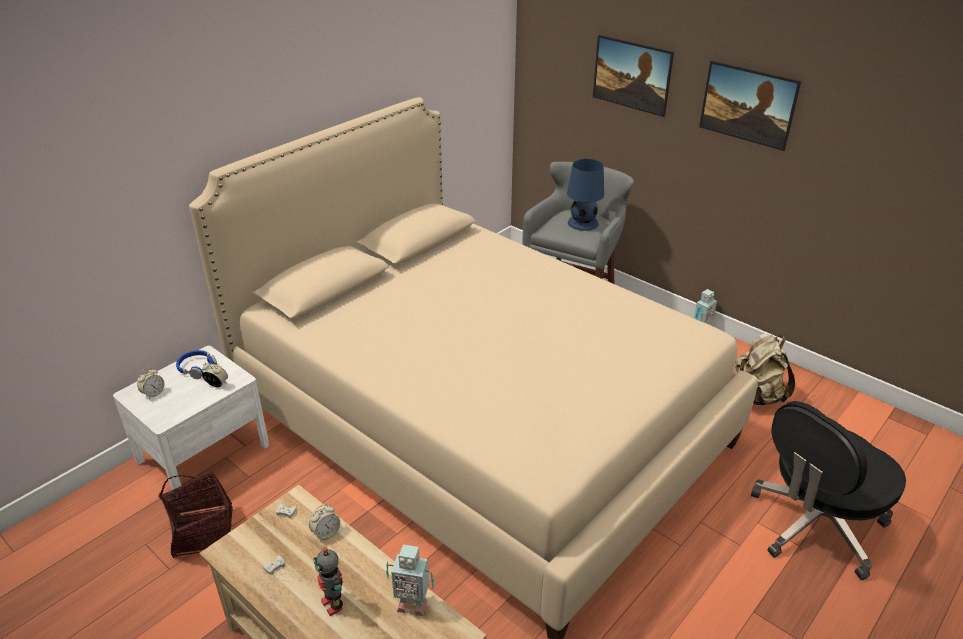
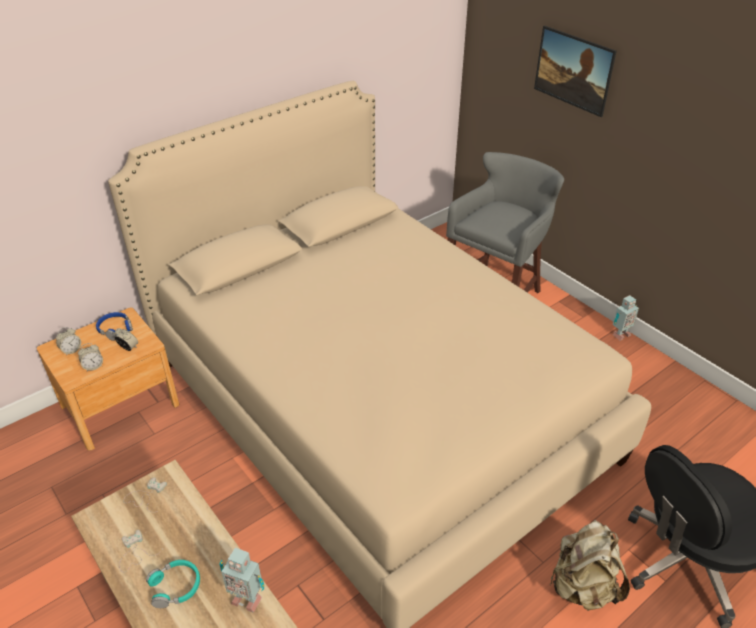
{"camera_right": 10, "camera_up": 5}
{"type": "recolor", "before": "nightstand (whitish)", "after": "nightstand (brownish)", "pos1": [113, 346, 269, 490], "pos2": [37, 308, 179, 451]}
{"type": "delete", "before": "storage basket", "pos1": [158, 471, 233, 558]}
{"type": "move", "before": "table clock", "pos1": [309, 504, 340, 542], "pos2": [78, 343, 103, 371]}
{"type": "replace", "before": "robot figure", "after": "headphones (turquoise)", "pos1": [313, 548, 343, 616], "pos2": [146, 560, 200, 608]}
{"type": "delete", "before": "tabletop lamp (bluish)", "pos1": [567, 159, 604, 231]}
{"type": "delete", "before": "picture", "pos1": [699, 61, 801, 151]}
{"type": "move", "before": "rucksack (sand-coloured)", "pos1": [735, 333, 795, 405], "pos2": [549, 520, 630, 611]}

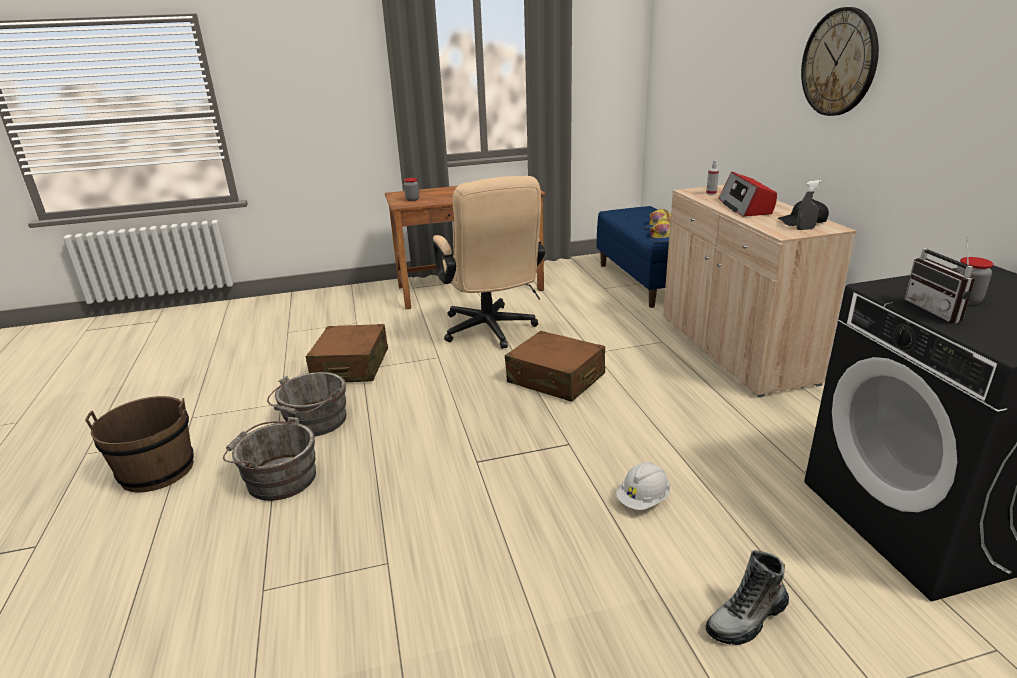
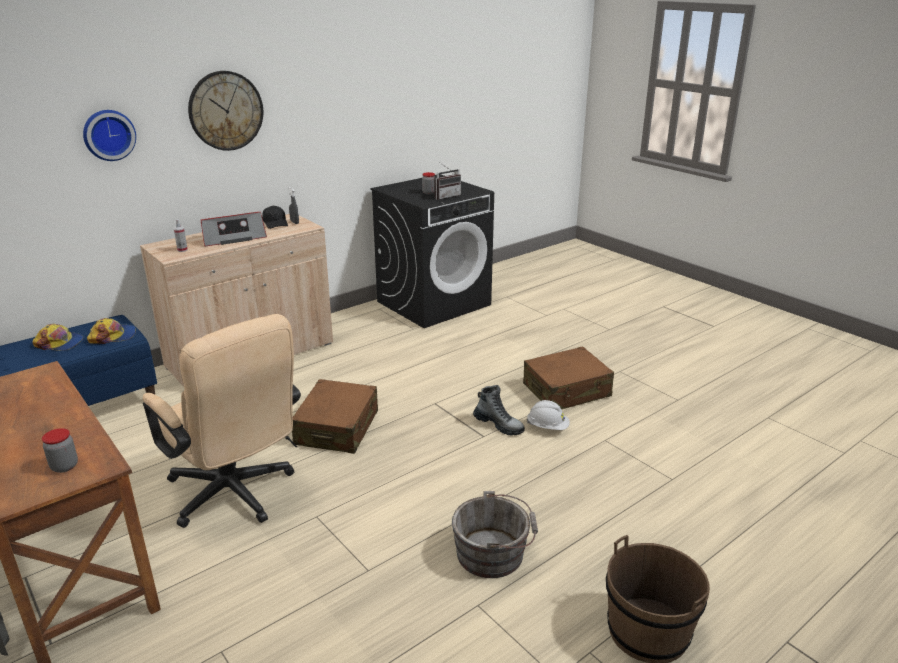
{"camera_right": -115, "camera_up": 0}
{"type": "delete", "before": "bucket (greyish)", "pos1": [223, 417, 316, 501]}
{"type": "move", "before": "piece of luggage (brownish)", "pos1": [306, 324, 388, 382], "pos2": [523, 346, 614, 409]}
{"type": "rotate", "before": "desk chair (sand-coloured)", "pos1": [433, 176, 545, 349], "pos2": [143, 314, 301, 528], "turn": 90}
{"type": "move", "before": "work helmet (whitish)", "pos1": [616, 462, 670, 510], "pos2": [526, 400, 570, 430]}
{"type": "move", "before": "tall boot", "pos1": [705, 550, 789, 645], "pos2": [473, 385, 525, 435]}
{"type": "insert", "after": "hanging clock", "pos2": [83, 110, 136, 161]}

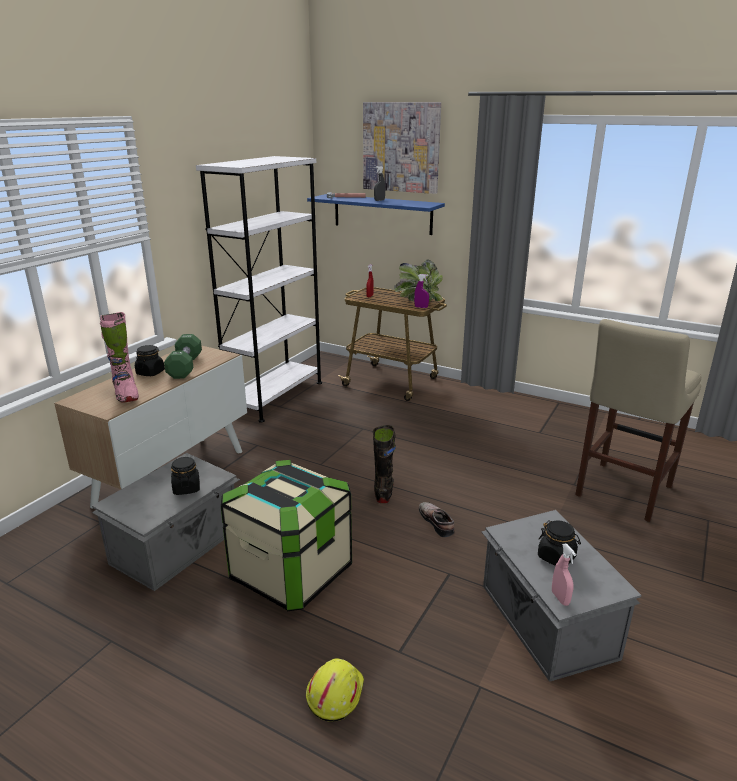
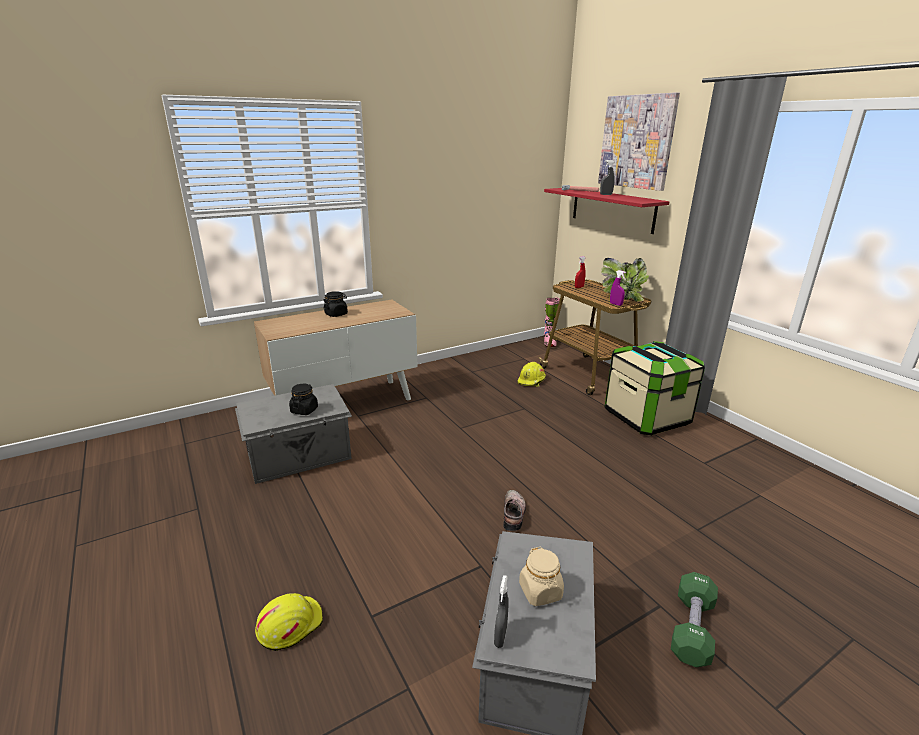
{"camera_right": 30, "camera_up": 0}
{"type": "move", "before": "tall boot (pinkish)", "pos1": [100, 312, 139, 403], "pos2": [544, 298, 560, 347]}
{"type": "move", "before": "dumbbell (green)", "pos1": [164, 334, 202, 379], "pos2": [671, 572, 718, 667]}
{"type": "delete", "before": "bookshelf (whitish)", "pos1": [196, 156, 322, 422]}
{"type": "move", "before": "storage container", "pos1": [221, 460, 352, 611], "pos2": [605, 341, 705, 436]}
{"type": "recolor", "before": "bracket shelf (bluish)", "after": "bracket shelf (red)", "pos1": [307, 194, 445, 235], "pos2": [544, 188, 669, 234]}
{"type": "delete", "before": "tall boot (black-coloured)", "pos1": [373, 425, 396, 503]}
{"type": "recolor", "before": "preserve jar (black-coloured)", "after": "preserve jar (sand-coloured)", "pos1": [538, 520, 581, 566], "pos2": [519, 547, 564, 606]}
{"type": "recolor", "before": "spray bottle (pinkish)", "after": "spray bottle (greyish)", "pos1": [552, 544, 576, 606], "pos2": [494, 575, 509, 648]}
{"type": "delete", "before": "stool (sand-coloured)", "pos1": [575, 319, 701, 522]}
{"type": "insert", "after": "work helmet (yellow-coloured)", "pos2": [517, 362, 546, 387]}

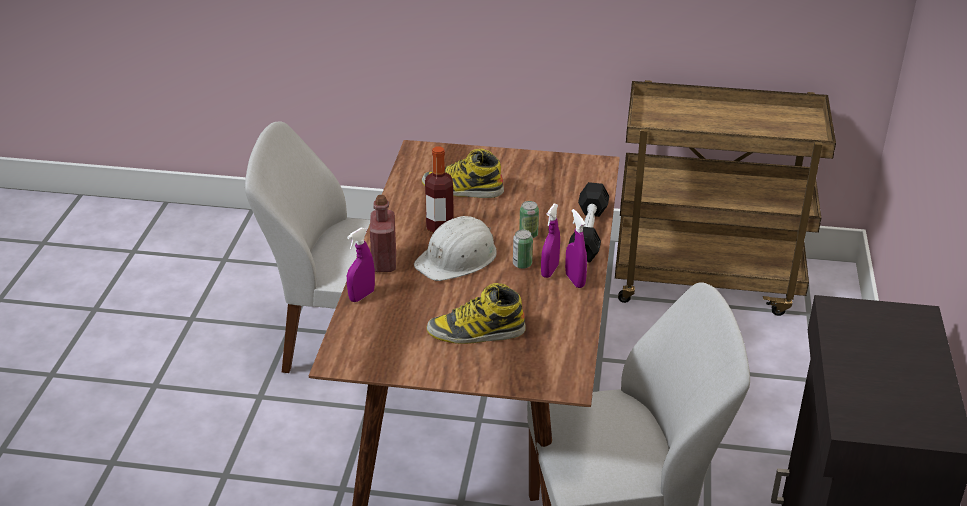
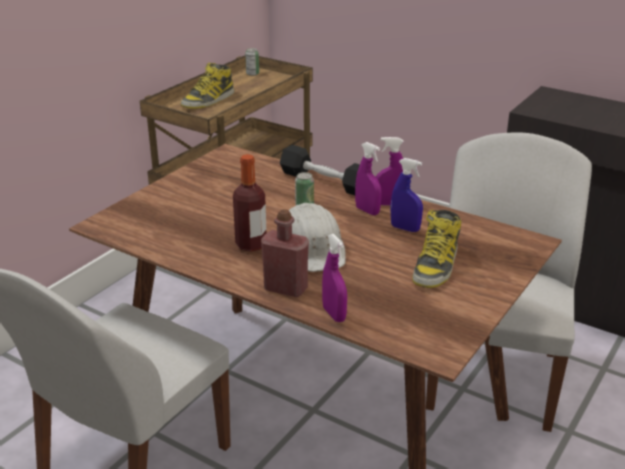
{"camera_right": -65, "camera_up": -5}
{"type": "move", "before": "tall boot", "pos1": [422, 149, 504, 198], "pos2": [181, 63, 234, 109]}
{"type": "move", "before": "can", "pos1": [513, 230, 533, 269], "pos2": [245, 48, 259, 76]}
{"type": "insert", "after": "spray bottle (bluish)", "pos2": [391, 158, 423, 232]}

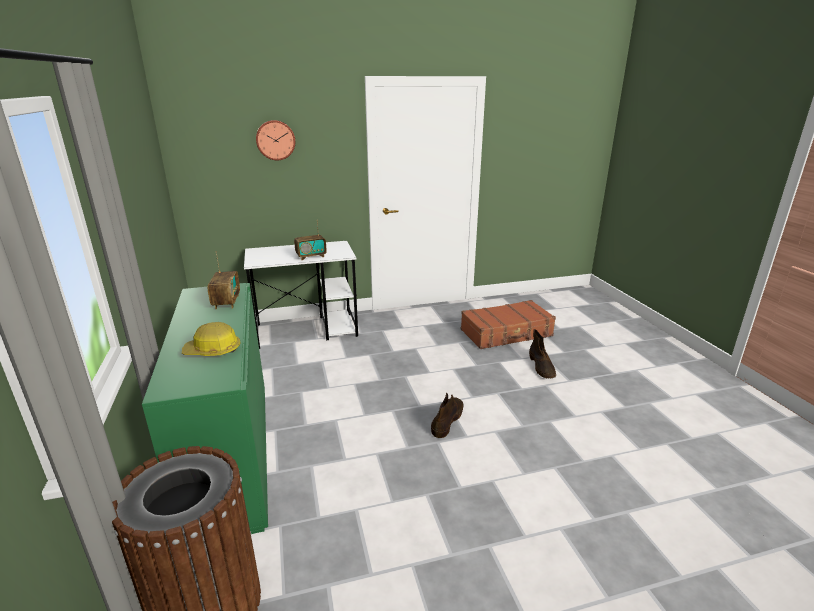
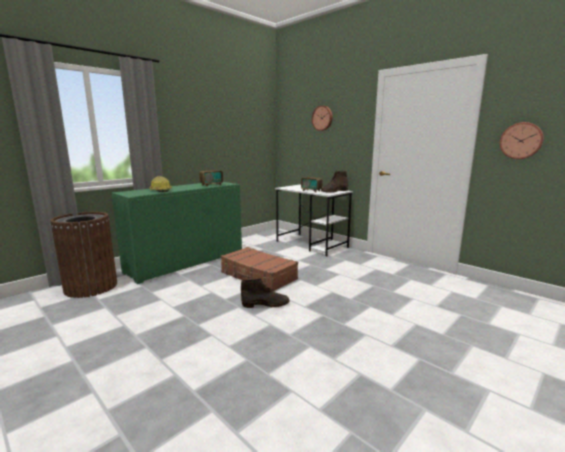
{"camera_right": 60, "camera_up": -10}
{"type": "move", "before": "piece of luggage (brownish)", "pos1": [461, 300, 556, 349], "pos2": [221, 247, 298, 291]}
{"type": "move", "before": "tall boot (brownish)", "pos1": [529, 329, 556, 379], "pos2": [321, 171, 348, 193]}
{"type": "insert", "after": "hanging clock", "pos2": [500, 122, 544, 159]}

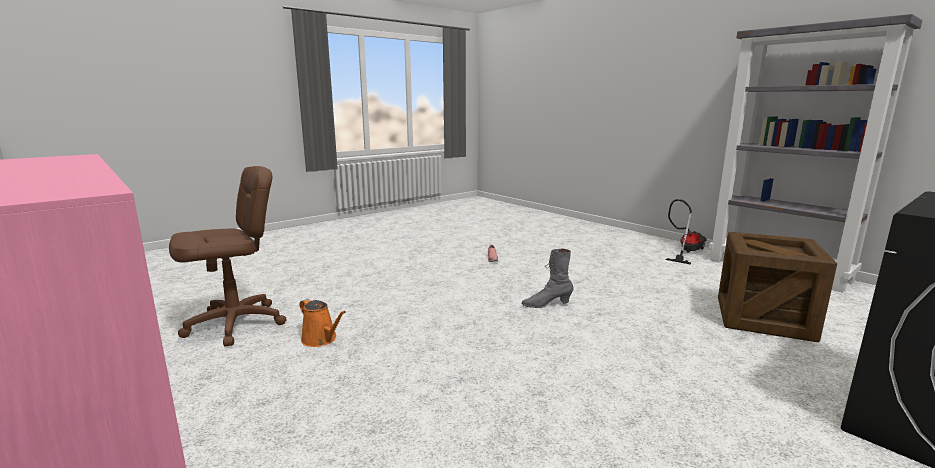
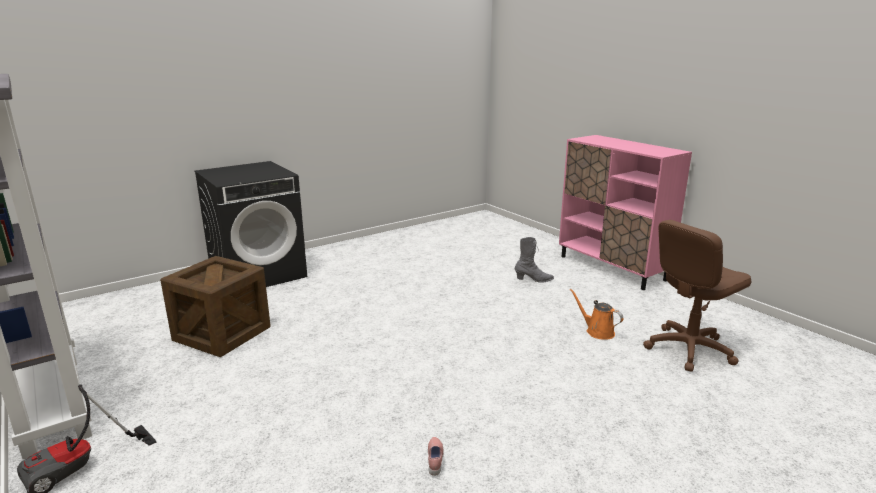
{"camera_right": -175, "camera_up": 5}
{"type": "move", "before": "tall boot (greyish)", "pos1": [521, 249, 574, 308], "pos2": [515, 237, 554, 283]}

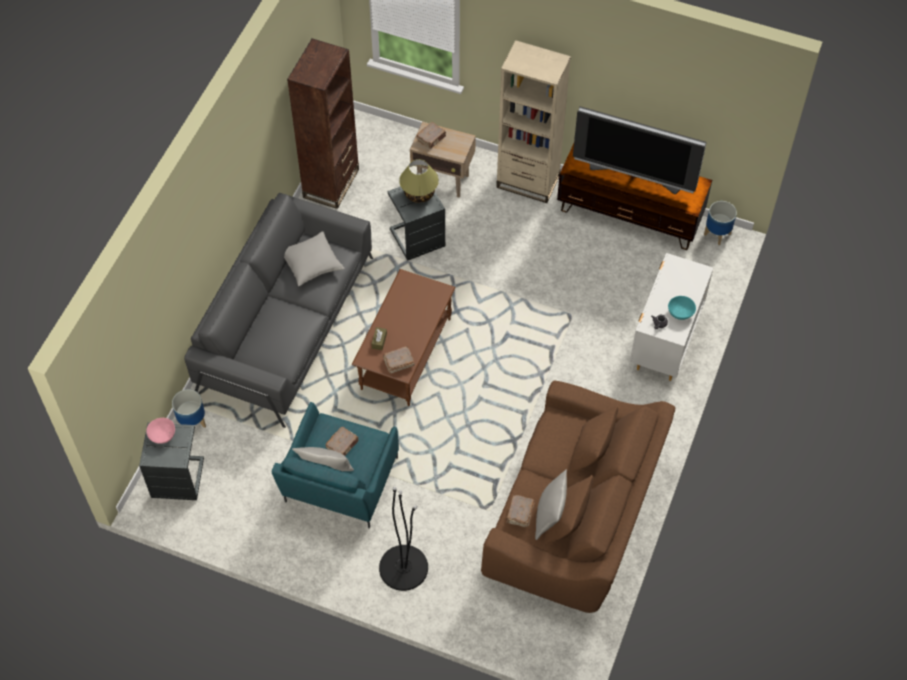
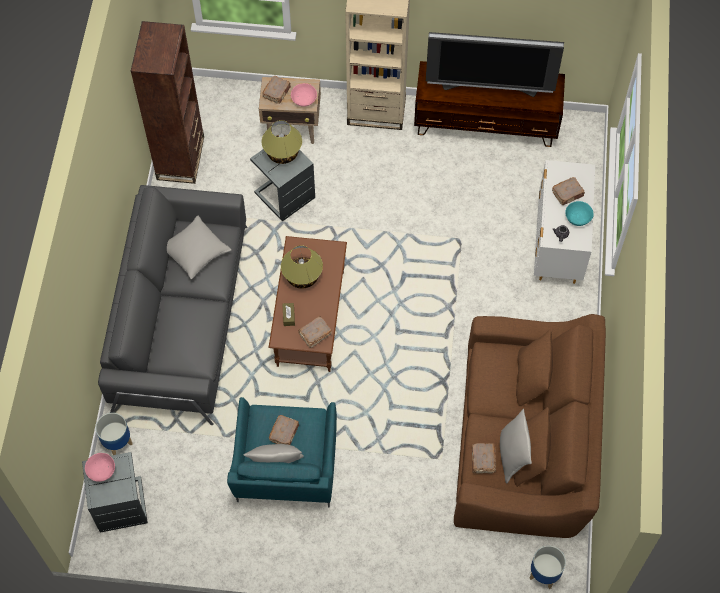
{"camera_right": -15, "camera_up": 5}
{"type": "delete", "before": "standard lamp (black-coloured)", "pos1": [379, 487, 428, 591]}
{"type": "move", "before": "flower pot", "pos1": [704, 201, 737, 245], "pos2": [530, 546, 566, 589]}
{"type": "insert", "after": "tabletop lamp", "pos2": [281, 245, 323, 289]}
{"type": "insert", "after": "bowl (pinkish)", "pos2": [291, 83, 317, 107]}
{"type": "insert", "after": "volume (brownish)", "pos2": [552, 177, 585, 205]}

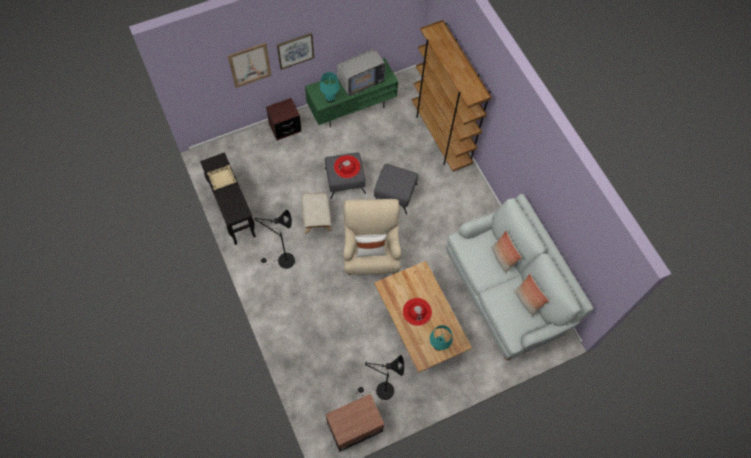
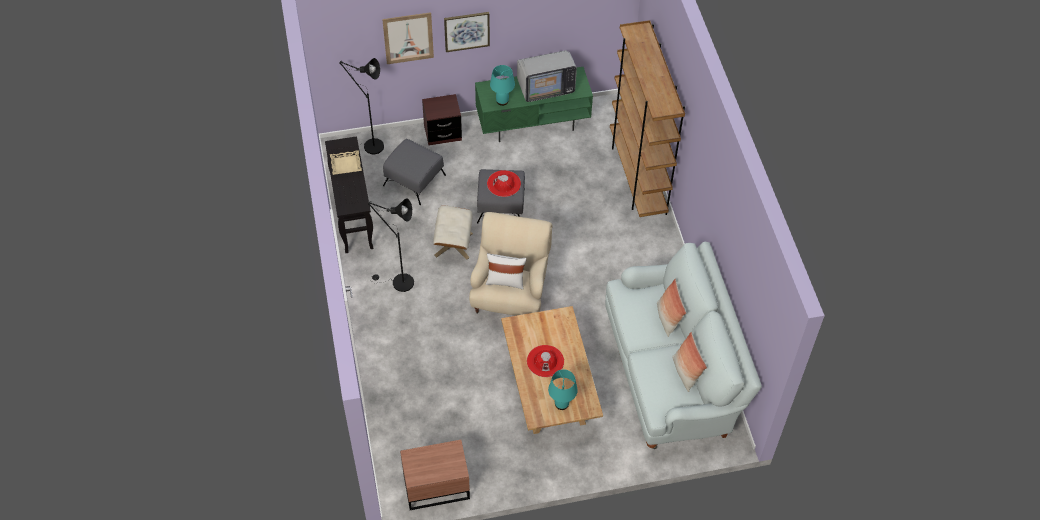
{"camera_right": 15, "camera_up": -10}
{"type": "move", "before": "standard lamp (black-coloured)", "pos1": [356, 355, 404, 400], "pos2": [339, 58, 384, 154]}
{"type": "move", "before": "footrest (greyish)", "pos1": [374, 164, 418, 214], "pos2": [383, 139, 446, 205]}

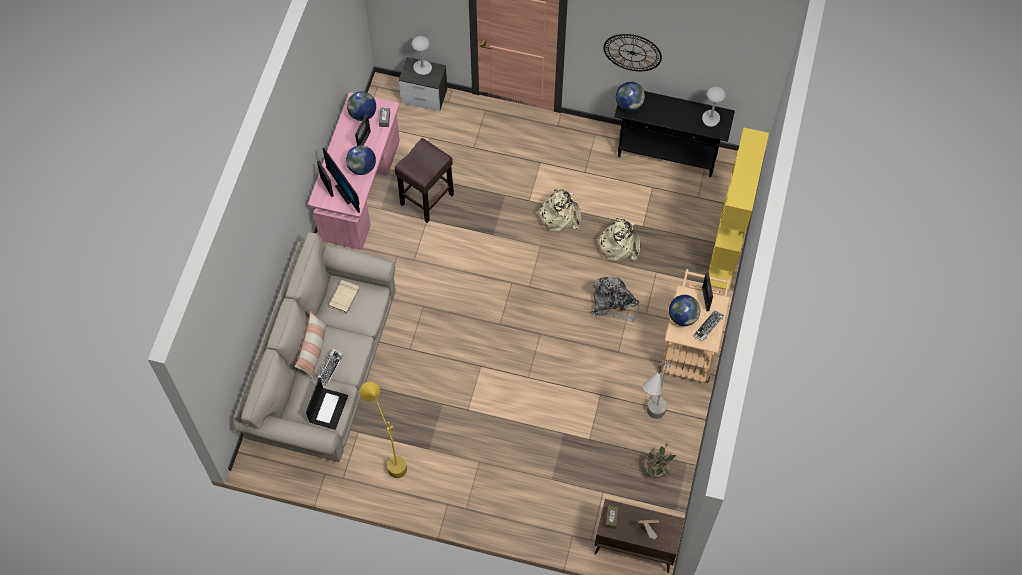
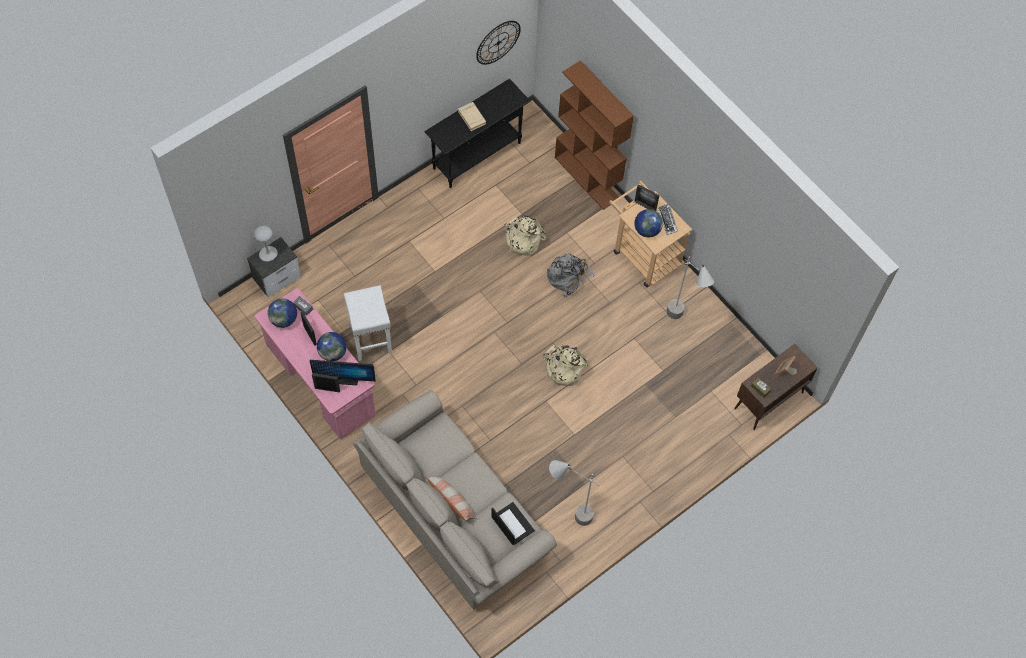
{"camera_right": -55, "camera_up": 0}
{"type": "delete", "before": "keyboard", "pos1": [316, 348, 344, 385]}
{"type": "move", "before": "volume (sand-coloured)", "pos1": [329, 280, 360, 314], "pos2": [458, 102, 486, 131]}
{"type": "recolor", "before": "standard lamp (yellow-coloured)", "after": "standard lamp (greyish)", "pos1": [360, 382, 407, 478], "pos2": [549, 460, 600, 526]}
{"type": "recolor", "before": "stool (brownish)", "after": "stool (whitish)", "pos1": [394, 138, 454, 223], "pos2": [344, 285, 392, 361]}
{"type": "move", "before": "rucksack (sand-coloured)", "pos1": [536, 189, 581, 232], "pos2": [543, 345, 588, 386]}
{"type": "move", "before": "hanging clock", "pos1": [603, 34, 662, 71], "pos2": [476, 21, 521, 65]}
{"type": "delete", "before": "desk globe", "pos1": [616, 82, 645, 111]}
{"type": "delete", "before": "plant in a pot", "pos1": [642, 443, 676, 479]}
{"type": "delete", "before": "tabletop lamp (greyish)", "pos1": [702, 86, 726, 127]}
{"type": "recolor", "before": "bookshelf (yellow-coloured)", "after": "bookshelf (brownish)", "pos1": [708, 127, 769, 290], "pos2": [555, 60, 634, 210]}

